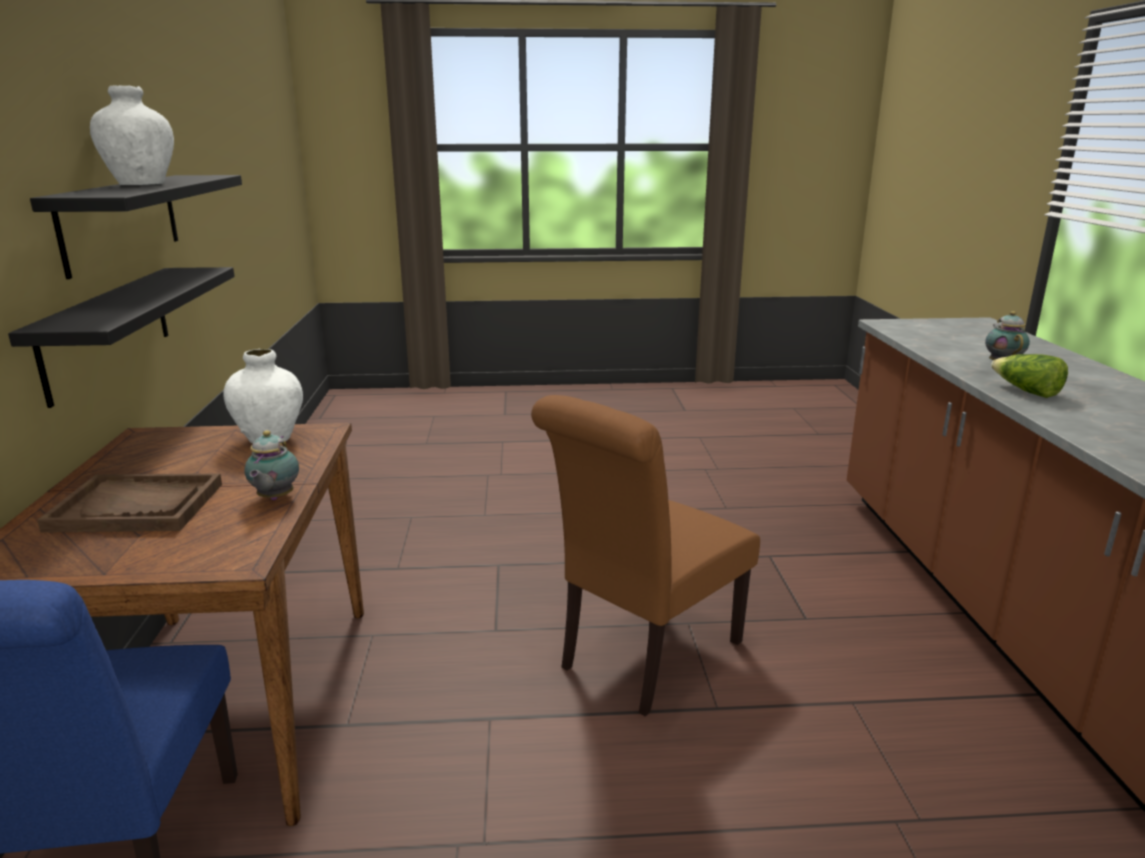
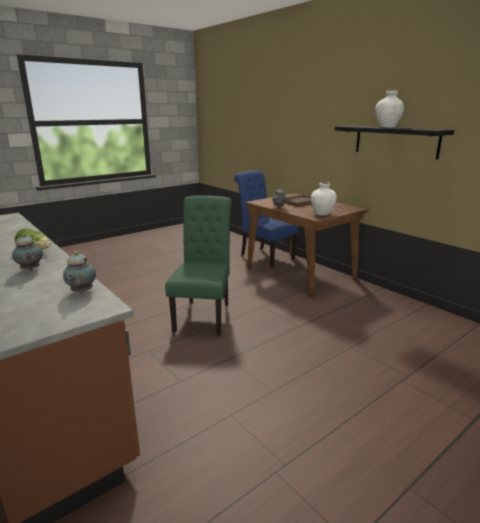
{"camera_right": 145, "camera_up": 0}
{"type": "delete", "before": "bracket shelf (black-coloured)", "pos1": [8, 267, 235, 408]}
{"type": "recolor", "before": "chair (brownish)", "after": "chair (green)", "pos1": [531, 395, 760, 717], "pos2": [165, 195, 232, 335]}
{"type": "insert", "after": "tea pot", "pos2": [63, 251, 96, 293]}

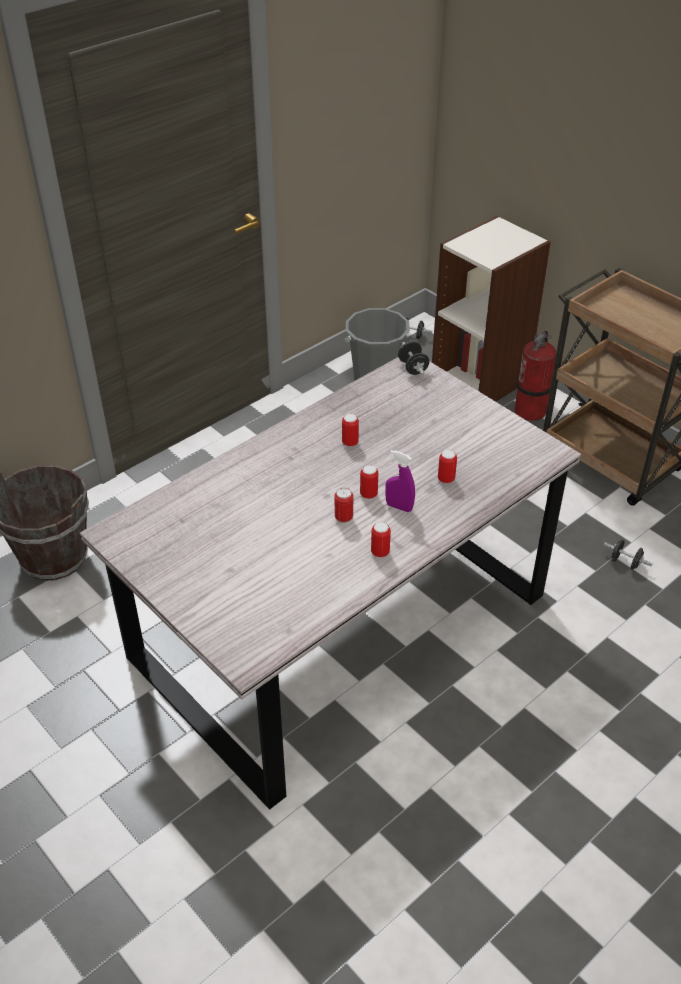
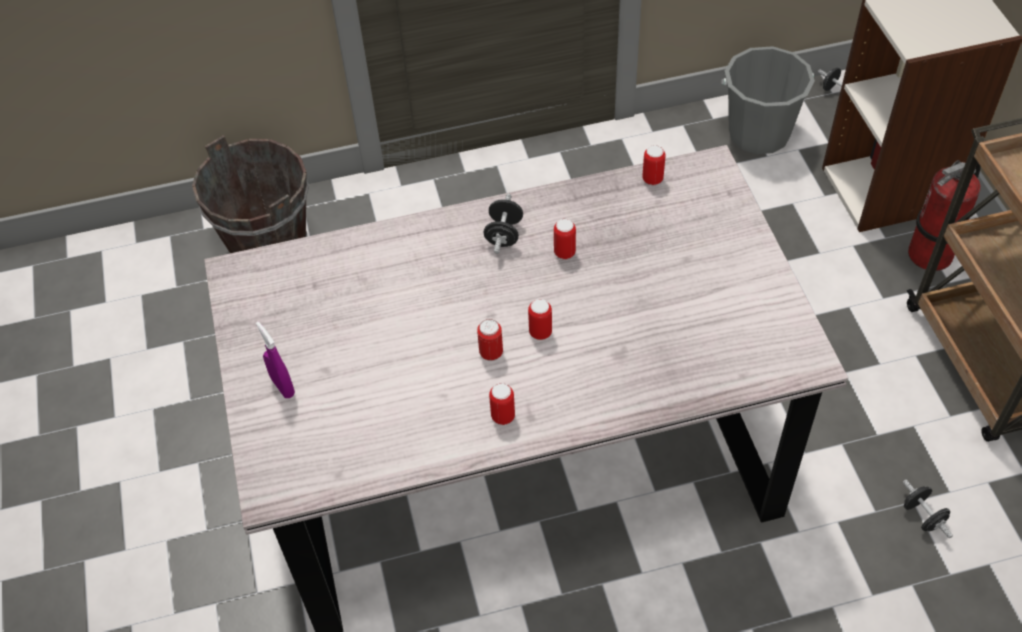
{"camera_right": 30, "camera_up": 10}
{"type": "move", "before": "spray bottle (purple)", "pos1": [385, 450, 415, 512], "pos2": [256, 321, 295, 398]}
{"type": "move", "before": "dumbbell (black-coloured)", "pos1": [398, 341, 429, 375], "pos2": [484, 193, 523, 254]}
{"type": "move", "before": "can", "pos1": [438, 450, 457, 483], "pos2": [642, 145, 666, 185]}

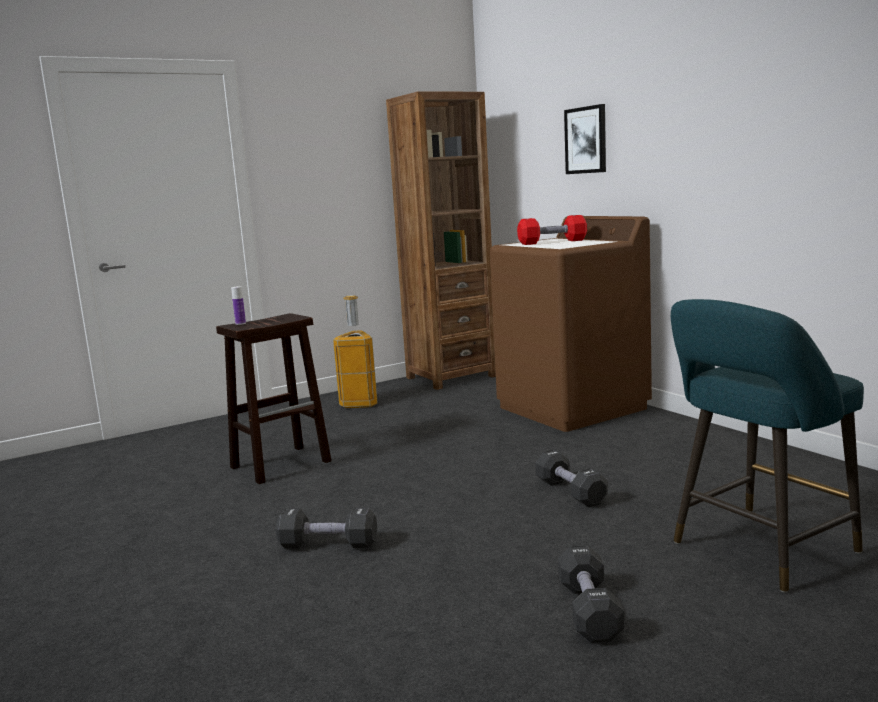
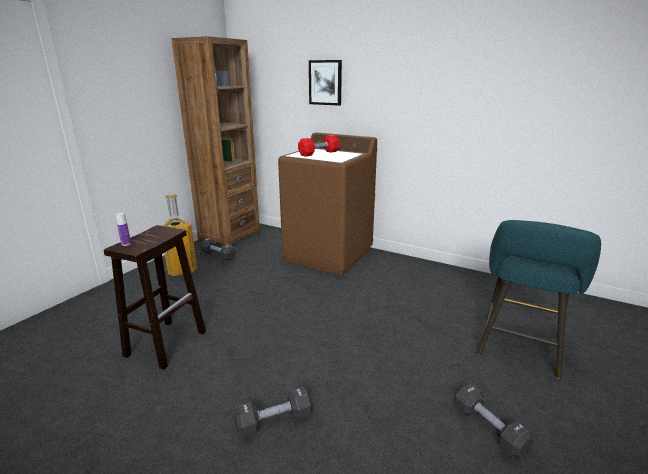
{"camera_right": -30, "camera_up": 10}
{"type": "move", "before": "dumbbell (black-coloured)", "pos1": [536, 450, 608, 508], "pos2": [200, 238, 236, 261]}

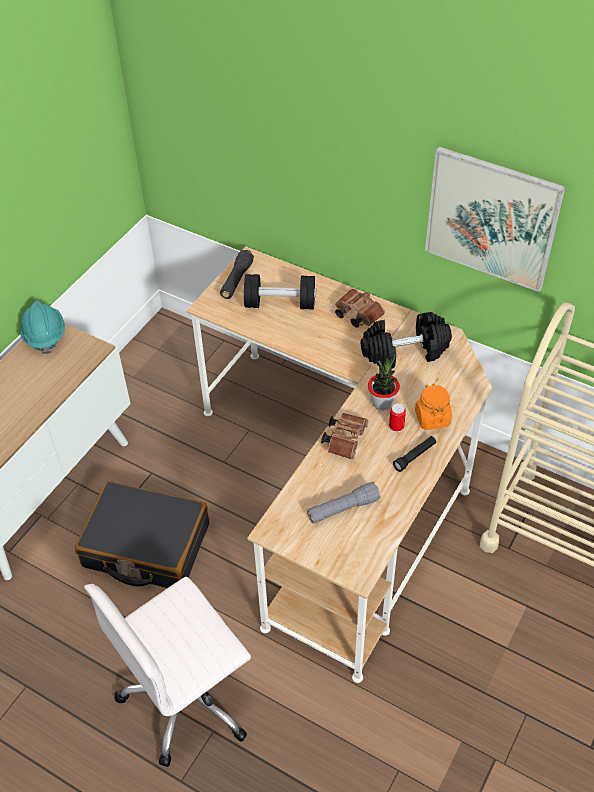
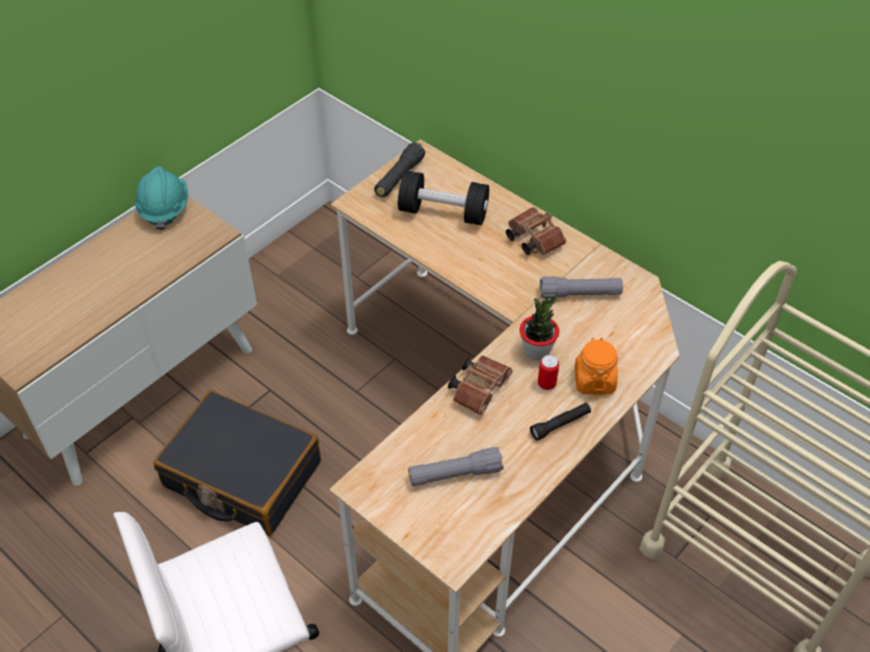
{"camera_right": 10, "camera_up": 0}
{"type": "replace", "before": "dumbbell (black-coloured)", "after": "hand torch (greyish)", "pos1": [361, 312, 452, 368], "pos2": [539, 276, 623, 299]}
{"type": "delete", "before": "picture", "pos1": [425, 147, 565, 292]}

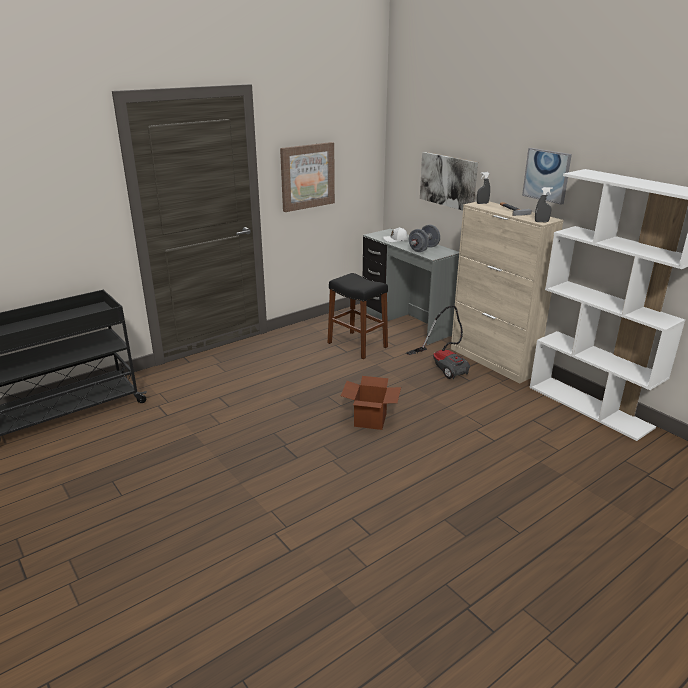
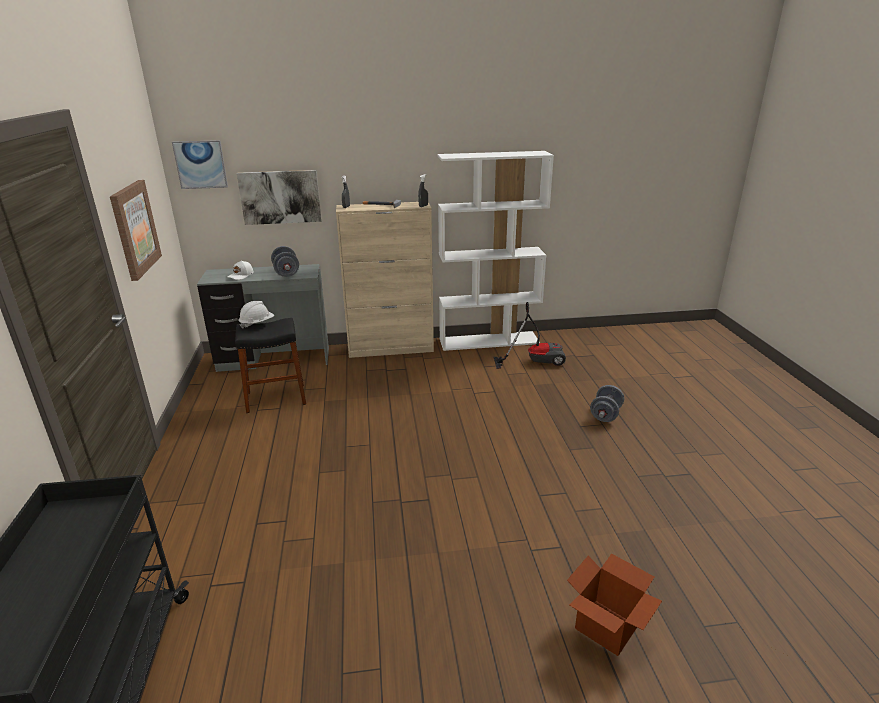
{"camera_right": -60, "camera_up": 0}
{"type": "move", "before": "cardboard box", "pos1": [341, 376, 401, 430], "pos2": [567, 554, 662, 656]}
{"type": "move", "before": "vacuum", "pos1": [406, 305, 470, 379], "pos2": [493, 302, 566, 369]}
{"type": "move", "before": "picture", "pos1": [522, 148, 572, 205], "pos2": [172, 140, 228, 189]}
{"type": "insert", "after": "work helmet (whitish)", "pos2": [239, 301, 274, 329]}
{"type": "insert", "after": "dumbbell (greyish)", "pos2": [590, 385, 624, 422]}

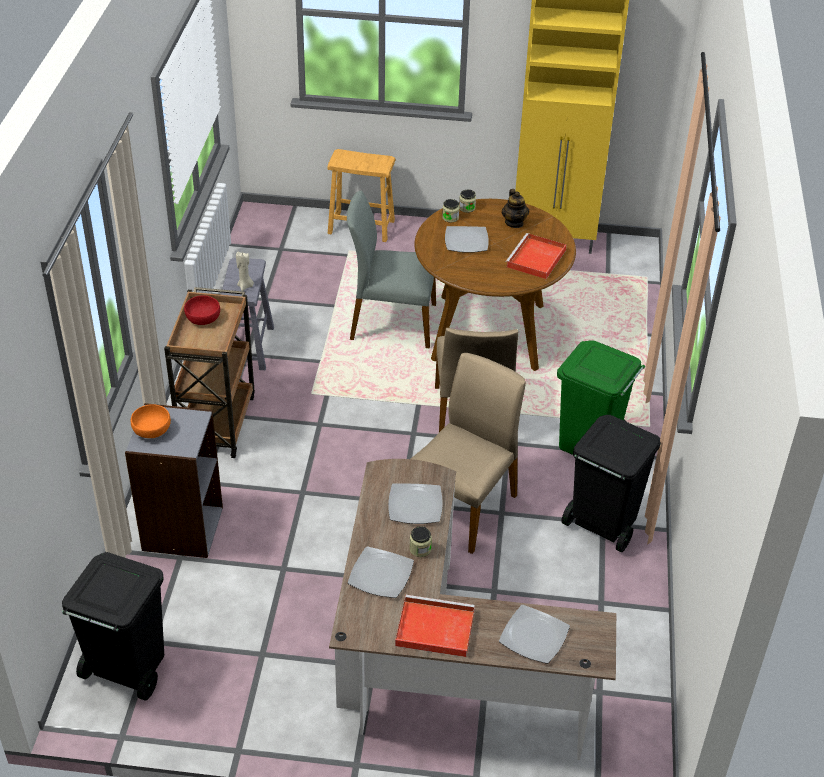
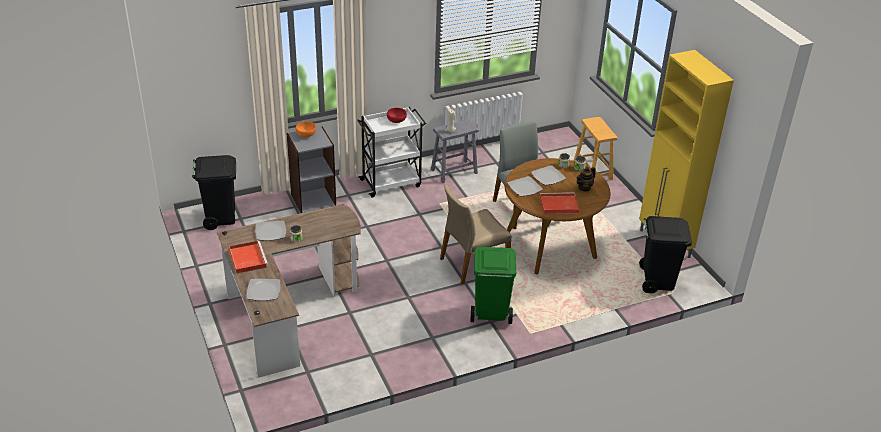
{"camera_right": 60, "camera_up": -5}
{"type": "recolor", "before": "wheeled cart (brownish)", "after": "wheeled cart (whitish)", "pos1": [164, 287, 255, 458], "pos2": [357, 107, 426, 198]}
{"type": "move", "before": "flat dish", "pos1": [388, 484, 443, 524], "pos2": [508, 176, 543, 196]}
{"type": "delete", "before": "chair (sand-coloured)", "pos1": [410, 353, 526, 554]}
{"type": "move", "before": "waste bin (black-coloured)", "pos1": [561, 415, 661, 552], "pos2": [639, 216, 692, 293]}

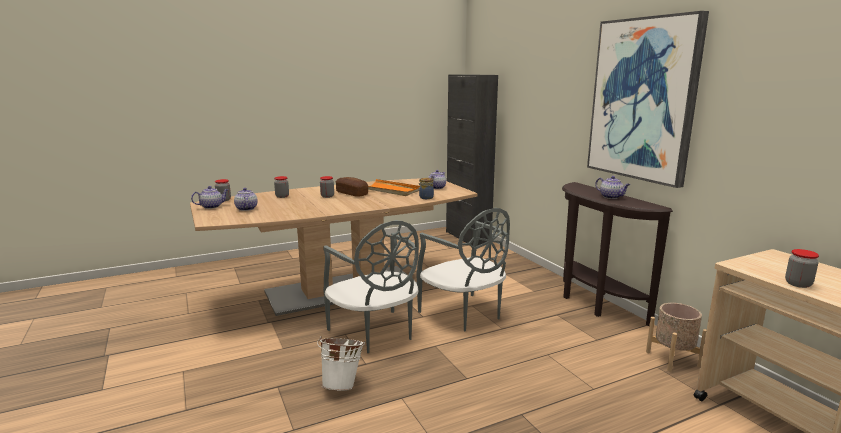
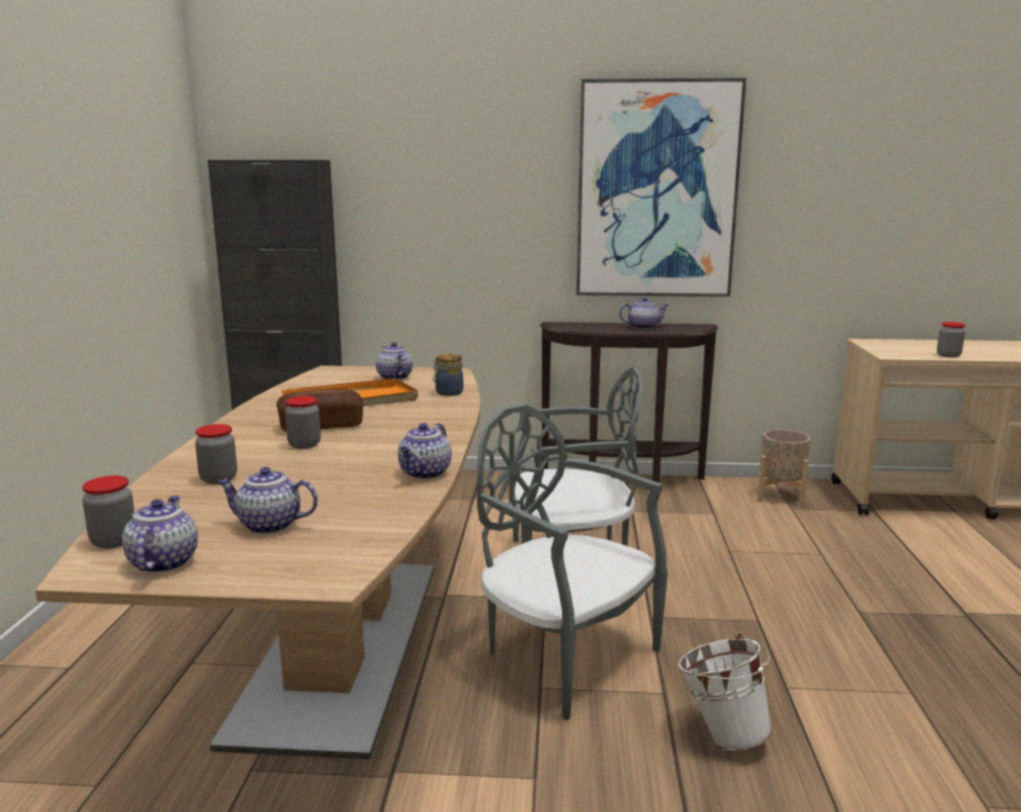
{"camera_right": -60, "camera_up": 0}
{"type": "rotate", "before": "chair (greyish)", "pos1": [323, 220, 419, 353], "pos2": [477, 405, 668, 720], "turn": -135}
{"type": "insert", "after": "tea pot", "pos2": [398, 423, 452, 479]}

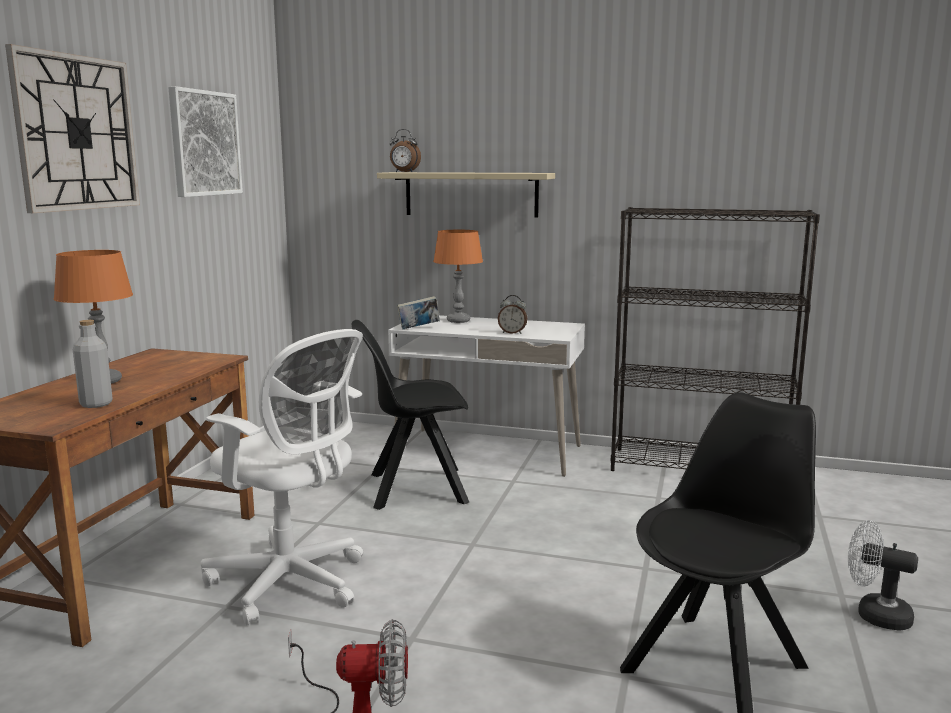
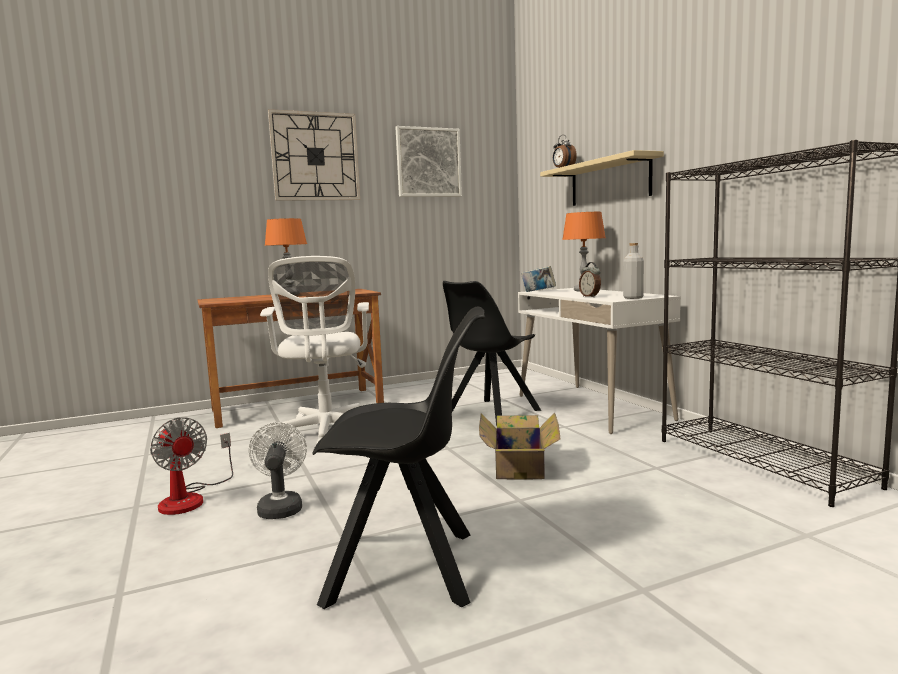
{"camera_right": 50, "camera_up": -5}
{"type": "move", "before": "beverage bottle (greyish)", "pos1": [73, 320, 113, 408], "pos2": [623, 243, 644, 299]}
{"type": "rotate", "before": "chair (black-coloured)", "pos1": [352, 320, 469, 510], "pos2": [443, 281, 541, 426], "turn": -90}
{"type": "move", "before": "electric fan (whitish)", "pos1": [848, 520, 918, 631], "pos2": [249, 422, 307, 519]}
{"type": "insert", "after": "cardboard box", "pos2": [479, 413, 561, 480]}

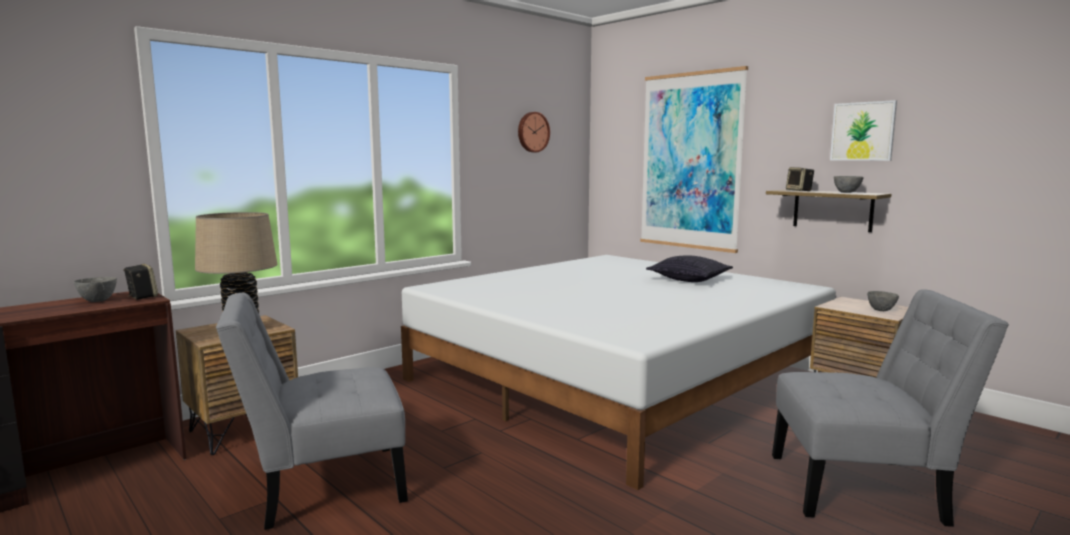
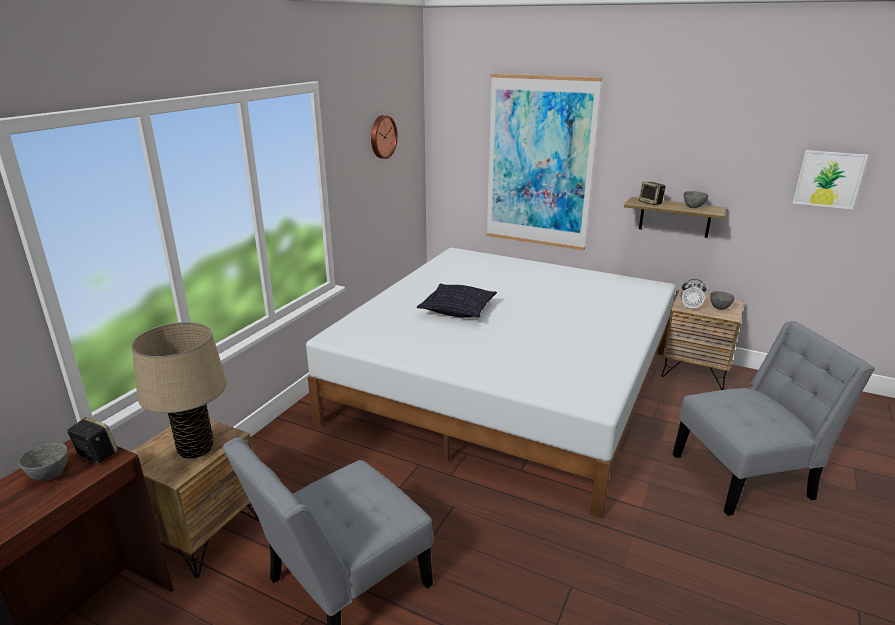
{"camera_right": -20, "camera_up": 15}
{"type": "move", "before": "pillow", "pos1": [646, 255, 733, 282], "pos2": [417, 284, 497, 318]}
{"type": "move", "before": "picture", "pos1": [830, 100, 897, 161], "pos2": [792, 150, 868, 210]}
{"type": "insert", "after": "table clock", "pos2": [681, 279, 706, 310]}

